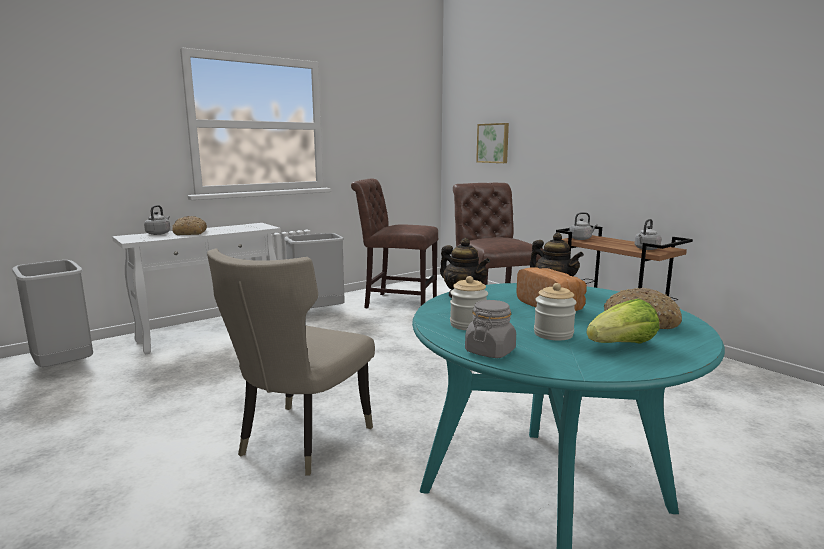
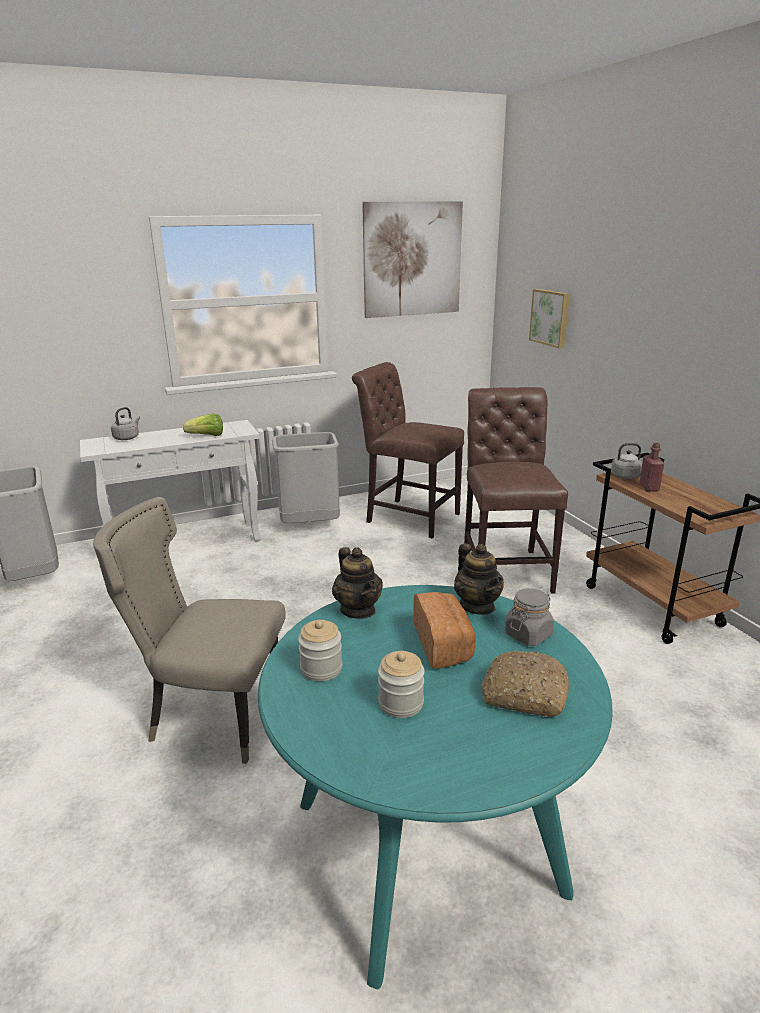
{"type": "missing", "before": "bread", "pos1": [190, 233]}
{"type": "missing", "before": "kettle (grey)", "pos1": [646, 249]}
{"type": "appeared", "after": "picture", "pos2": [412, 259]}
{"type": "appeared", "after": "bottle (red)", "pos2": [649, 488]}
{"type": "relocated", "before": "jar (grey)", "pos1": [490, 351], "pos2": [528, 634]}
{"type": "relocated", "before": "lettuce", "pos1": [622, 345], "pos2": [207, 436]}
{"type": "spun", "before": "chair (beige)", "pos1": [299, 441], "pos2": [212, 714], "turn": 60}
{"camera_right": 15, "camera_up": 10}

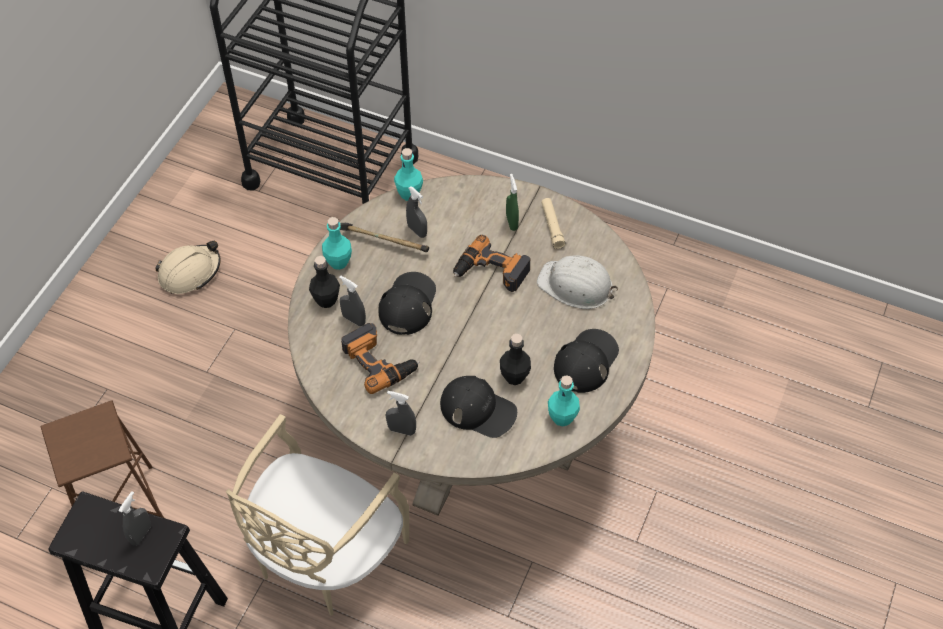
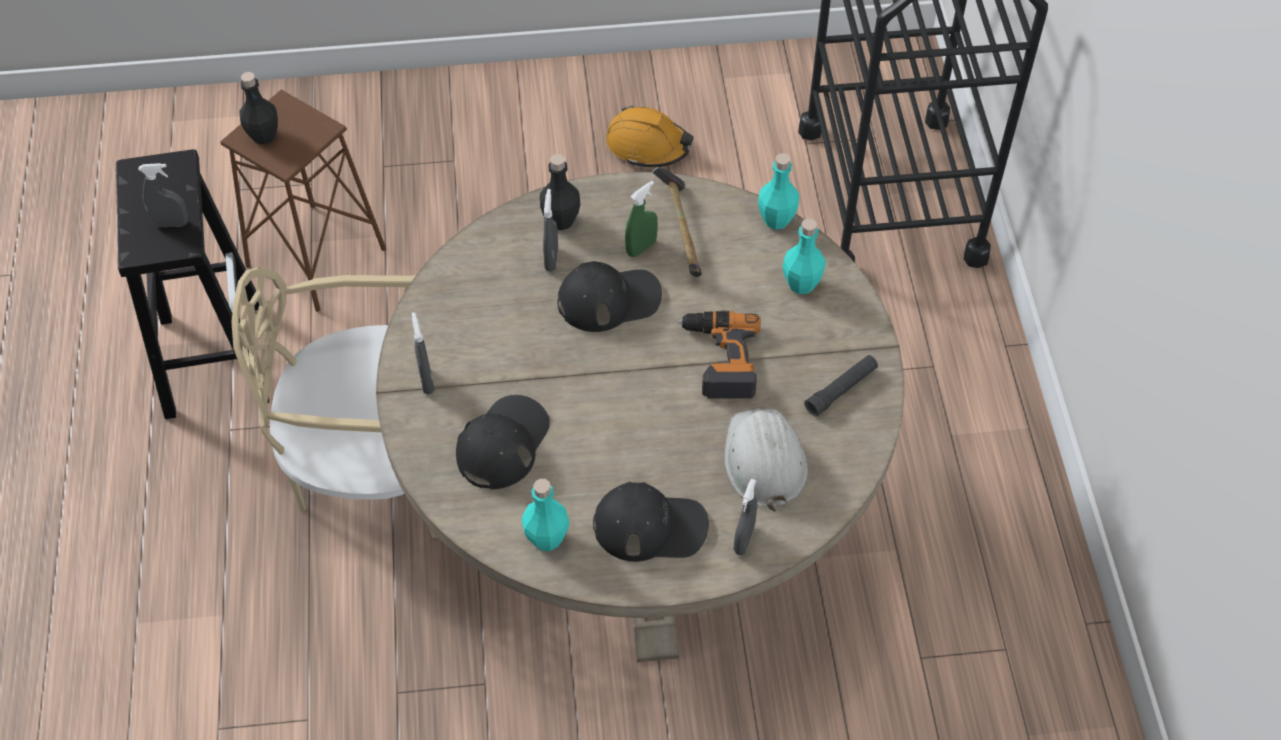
{"type": "missing", "before": "power drill", "pos1": [379, 361]}
{"type": "relocated", "before": "bottle (turquoise)", "pos1": [338, 262], "pos2": [801, 284]}
{"type": "relocated", "before": "spray bottle (grey)", "pos1": [417, 231], "pos2": [744, 540]}
{"type": "relocated", "before": "bottle (black)", "pos1": [514, 377], "pos2": [263, 136]}
{"type": "relocated", "before": "spray bottle (green)", "pos1": [511, 222], "pos2": [641, 247]}
{"type": "colour", "before": "hard hat (beige)", "after": "hard hat (orange)", "pos1": [190, 272], "pos2": [648, 145]}
{"type": "colour", "before": "flashlight (beige)", "after": "flashlight (black)", "pos1": [552, 226], "pos2": [841, 390]}
{"type": "spun", "before": "cap (black)", "pos1": [478, 409], "pos2": [503, 443], "turn": -150}
{"camera_right": 60, "camera_up": 0}

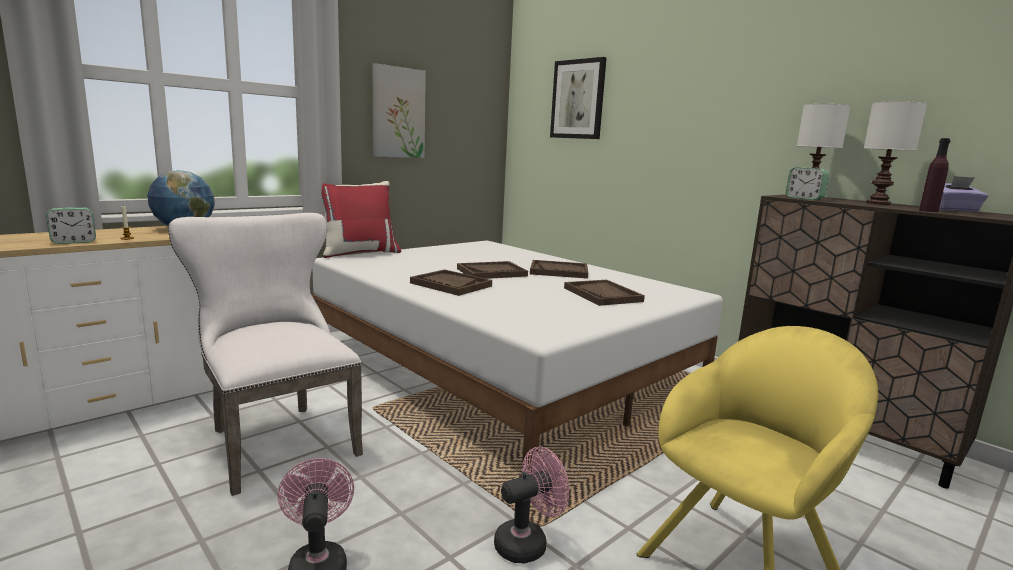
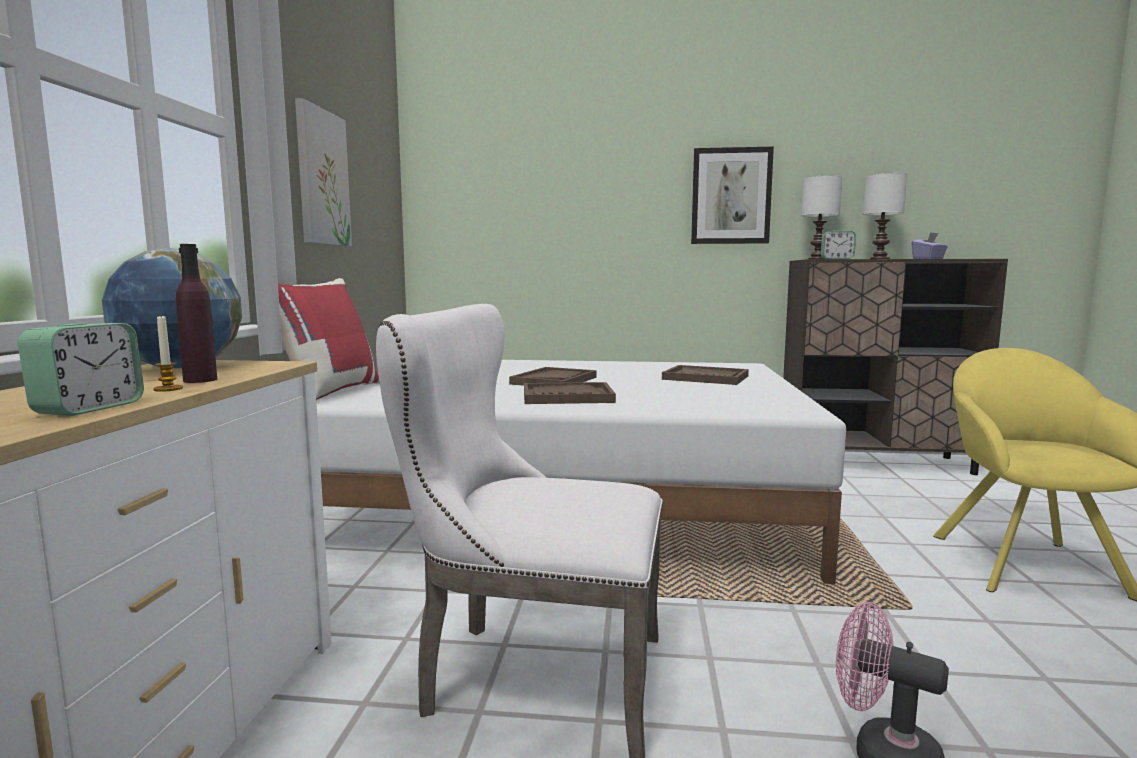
{"type": "missing", "before": "fan (pink)", "pos1": [527, 542]}
{"type": "missing", "before": "tray (brown)", "pos1": [559, 271]}
{"type": "relocated", "before": "picture", "pos1": [578, 99], "pos2": [731, 196]}
{"type": "relocated", "before": "bottle (purple)", "pos1": [928, 211], "pos2": [200, 380]}
{"camera_right": -40, "camera_up": -5}

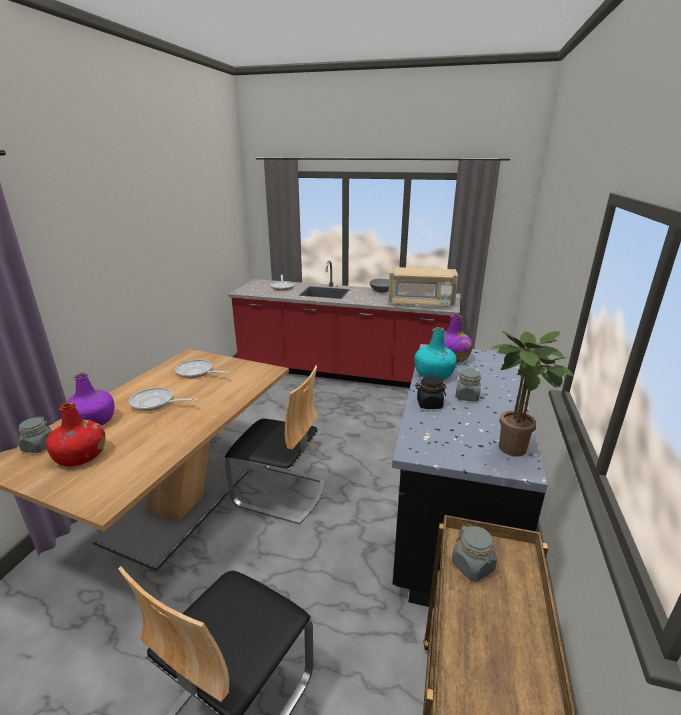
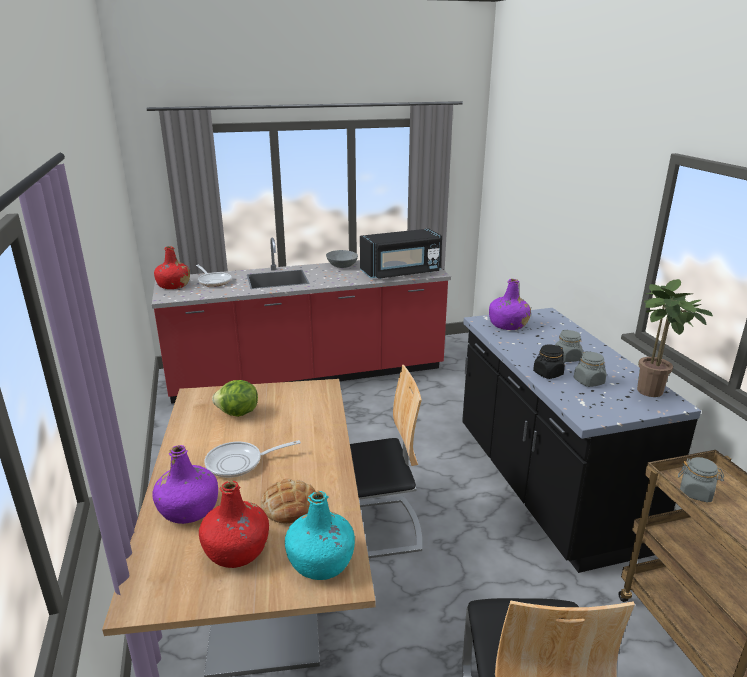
{"type": "appeared", "after": "bottle (red)", "pos2": [173, 285]}
{"type": "appeared", "after": "bread", "pos2": [289, 505]}
{"type": "relocated", "before": "jar (grey)", "pos1": [39, 446], "pos2": [589, 381]}
{"type": "relocated", "before": "bottle (turquoise)", "pos1": [434, 374], "pos2": [321, 561]}
{"type": "exchanged", "before": "frying pan", "after": "lettuce", "pos1": [197, 372], "pos2": [238, 413]}
{"type": "colour", "before": "microwave (beige)", "after": "microwave (black)", "pos1": [420, 303], "pos2": [401, 273]}
{"camera_right": -30, "camera_up": 0}

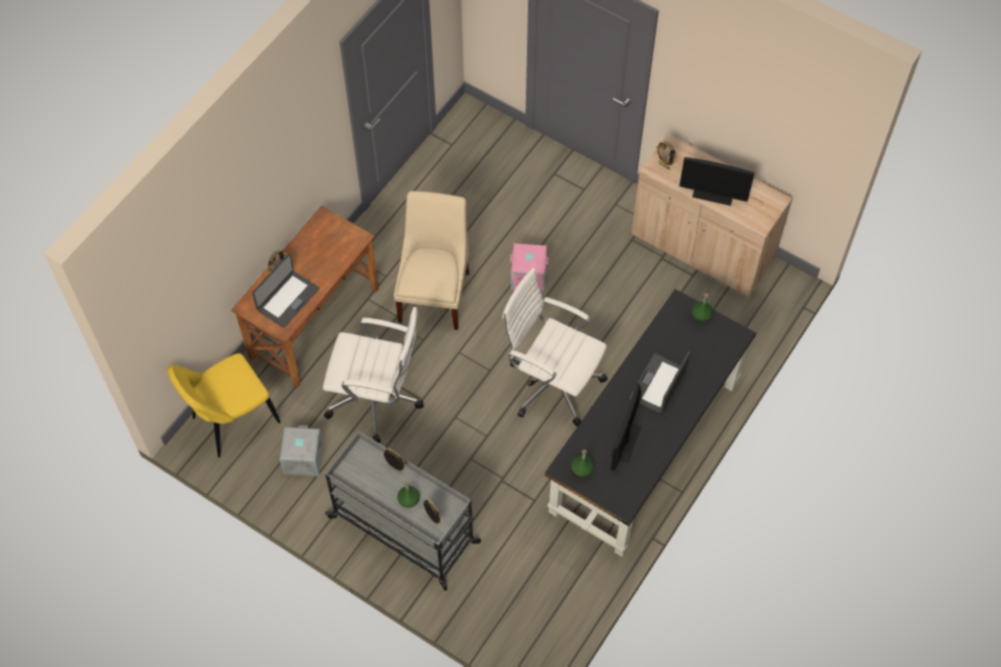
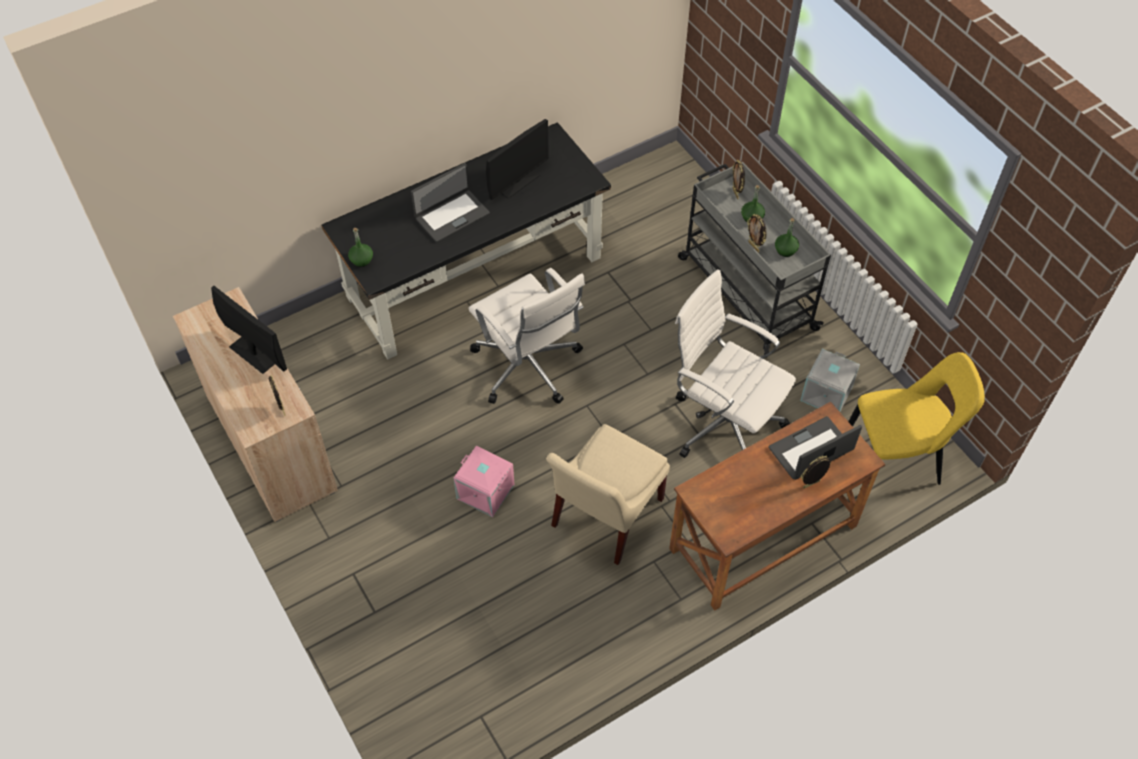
{"type": "relocated", "before": "bottle (green)", "pos1": [582, 469], "pos2": [785, 250]}
{"camera_right": -155, "camera_up": -5}

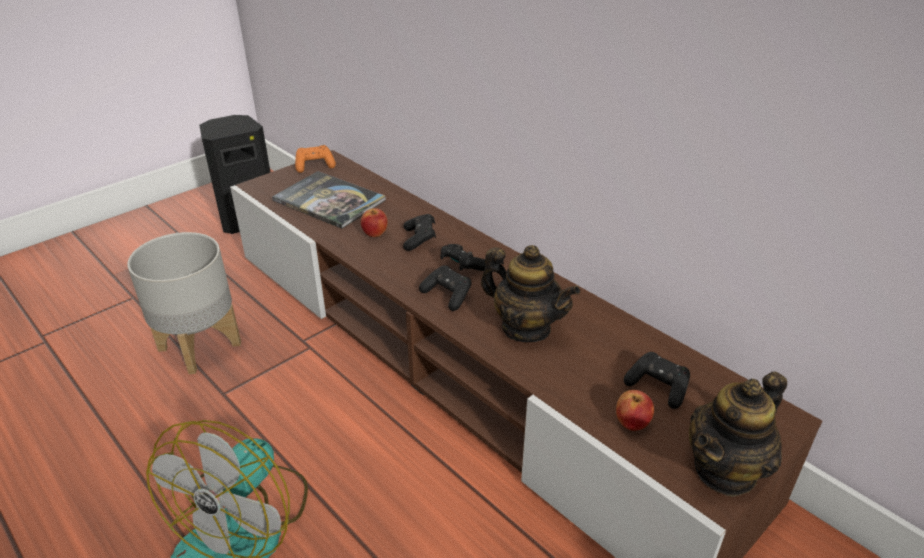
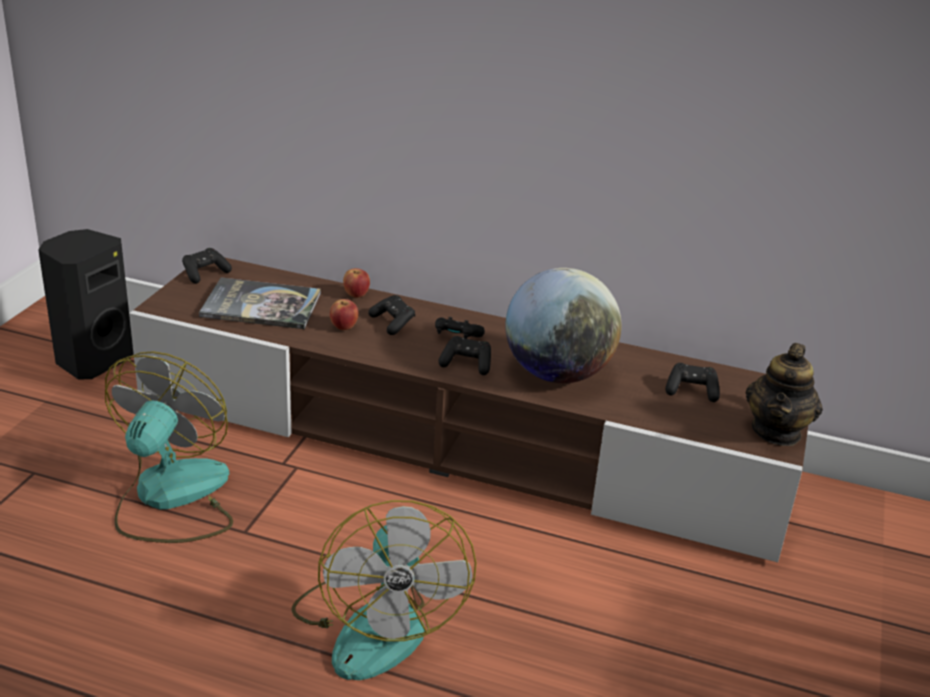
{"type": "relocated", "before": "apple", "pos1": [632, 423], "pos2": [356, 295]}
{"type": "exchanged", "before": "planter (grey)", "after": "fan", "pos1": [199, 346], "pos2": [171, 498]}
{"type": "exchanged", "before": "teapot", "after": "globe", "pos1": [526, 328], "pos2": [557, 374]}
{"type": "colour", "before": "game controller (orange)", "after": "game controller (black)", "pos1": [315, 166], "pos2": [205, 273]}
{"camera_right": -30, "camera_up": -5}

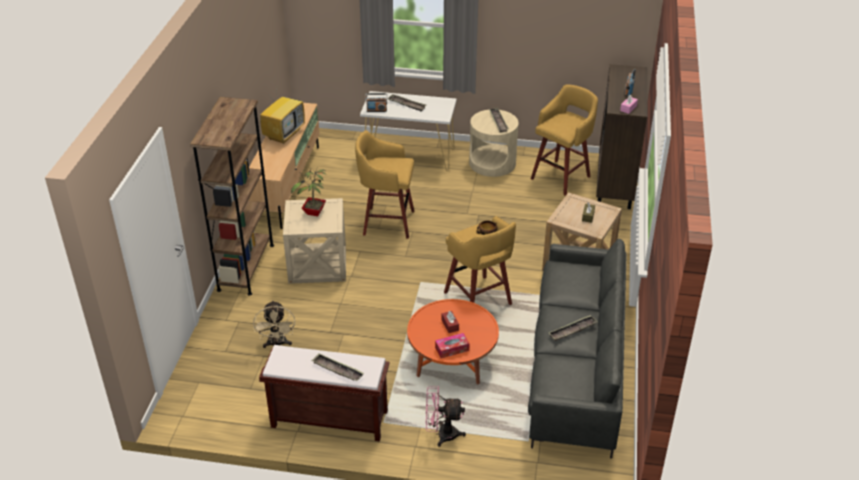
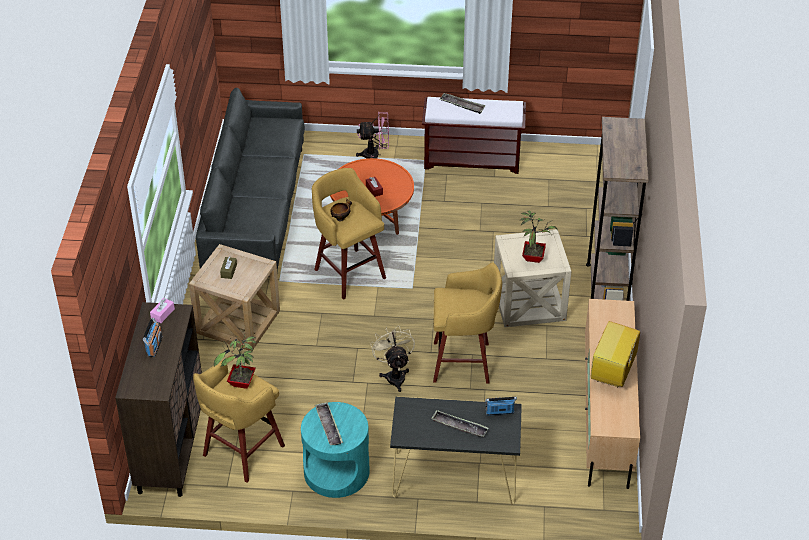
{"type": "missing", "before": "tissue box", "pos1": [452, 349]}
{"type": "missing", "before": "tray", "pos1": [572, 330]}
{"type": "appeared", "after": "potted plant", "pos2": [241, 384]}
{"type": "relocated", "before": "fan (beige)", "pos1": [277, 344], "pos2": [394, 375]}
{"type": "colour", "before": "console table (white)", "after": "console table (black)", "pos1": [409, 156], "pos2": [454, 478]}
{"type": "colour", "before": "side table (beige)", "after": "side table (turquoise)", "pos1": [492, 163], "pos2": [336, 471]}
{"camera_right": 175, "camera_up": 5}

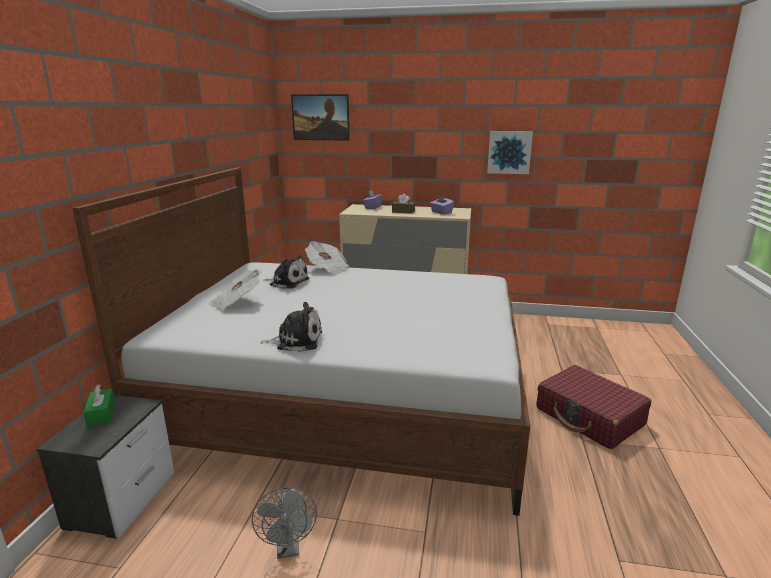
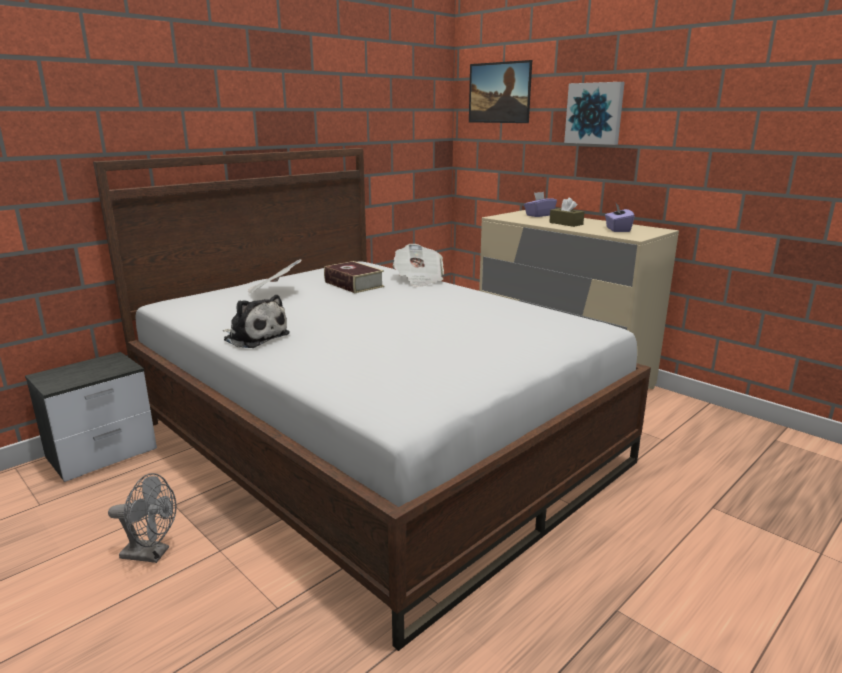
{"type": "missing", "before": "tissue box (green)", "pos1": [101, 414]}
{"type": "missing", "before": "suitcase (red)", "pos1": [589, 417]}
{"type": "relocated", "before": "picture", "pos1": [509, 152], "pos2": [594, 113]}
{"type": "exchanged", "before": "plush toy", "after": "book", "pos1": [287, 282], "pos2": [354, 284]}
{"type": "spun", "before": "fan (grey)", "pos1": [288, 548], "pos2": [152, 554], "turn": -105}
{"camera_right": 35, "camera_up": 0}

